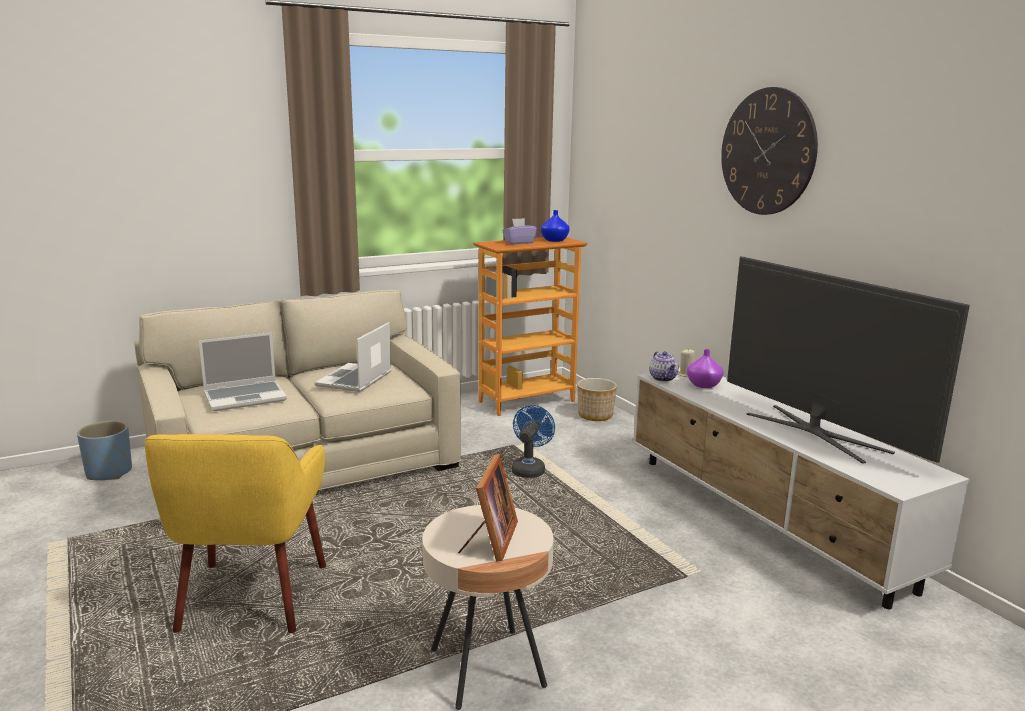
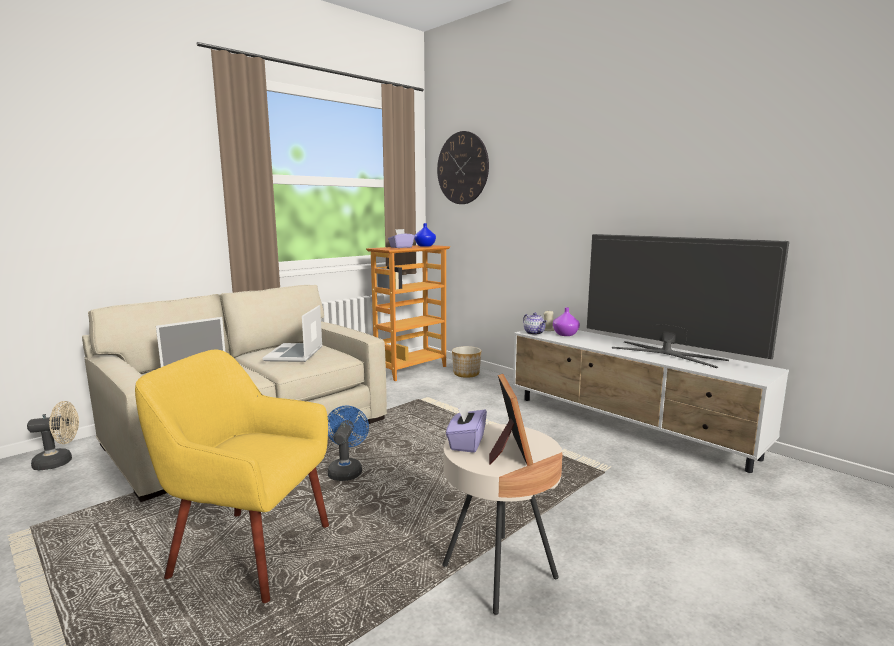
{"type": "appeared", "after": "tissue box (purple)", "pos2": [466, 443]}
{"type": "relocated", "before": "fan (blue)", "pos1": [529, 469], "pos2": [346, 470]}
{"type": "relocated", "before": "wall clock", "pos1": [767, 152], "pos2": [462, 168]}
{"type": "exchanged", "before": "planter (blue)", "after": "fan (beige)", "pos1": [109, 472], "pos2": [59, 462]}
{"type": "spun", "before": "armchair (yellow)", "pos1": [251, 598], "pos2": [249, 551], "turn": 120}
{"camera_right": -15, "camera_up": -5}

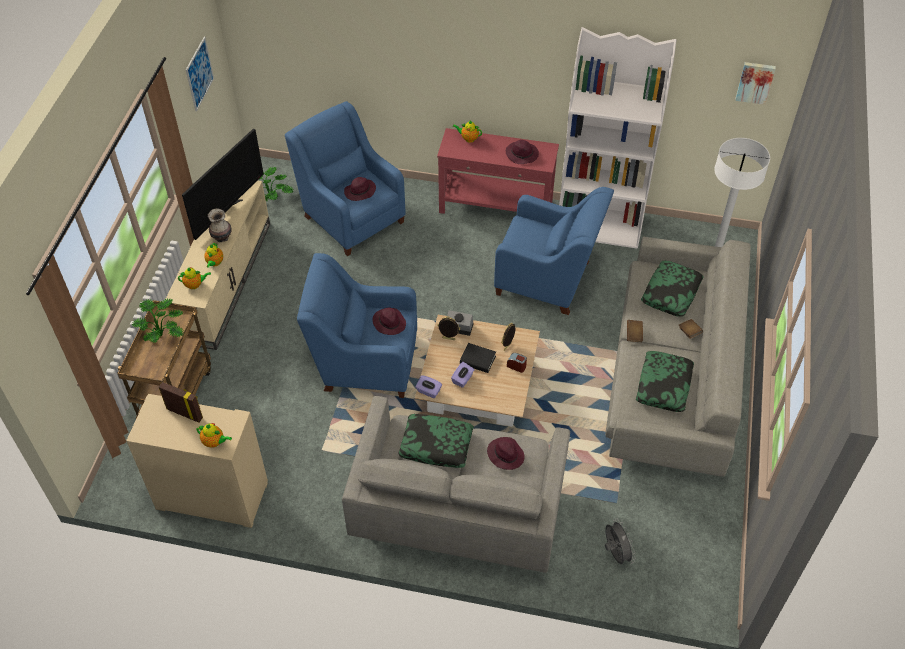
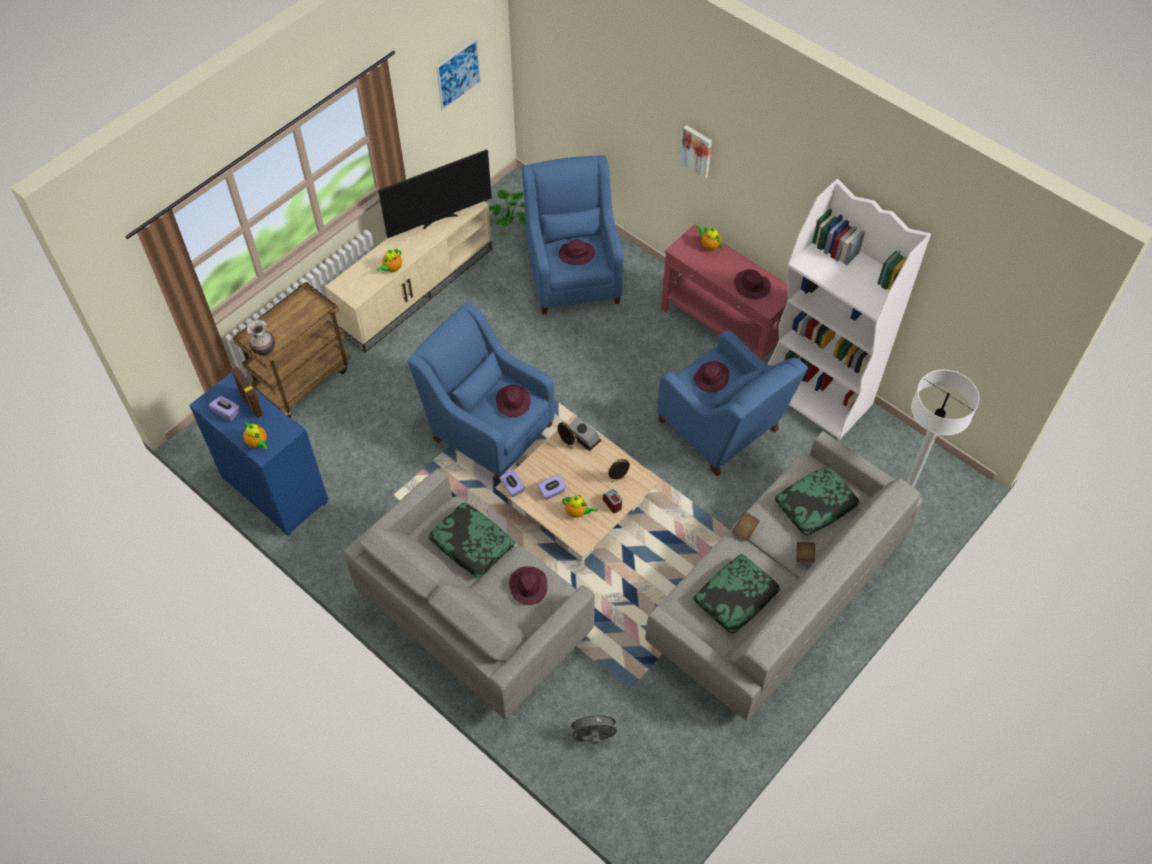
{"type": "missing", "before": "potted plant", "pos1": [163, 333]}
{"type": "missing", "before": "book (black)", "pos1": [477, 360]}
{"type": "appeared", "after": "tissue box (purple)", "pos2": [227, 413]}
{"type": "appeared", "after": "hat (purple)", "pos2": [711, 379]}
{"type": "relocated", "before": "teapot", "pos1": [195, 285], "pos2": [577, 512]}
{"type": "relocated", "before": "vase", "pos1": [222, 237], "pos2": [265, 350]}
{"type": "relocated", "before": "picture", "pos1": [755, 82], "pos2": [697, 150]}
{"type": "colour", "before": "cabinet (beige)", "after": "cabinet (blue)", "pos1": [211, 496], "pos2": [273, 489]}
{"type": "spun", "before": "fan (grey)", "pos1": [615, 553], "pos2": [593, 737], "turn": -105}
{"camera_right": 30, "camera_up": 5}

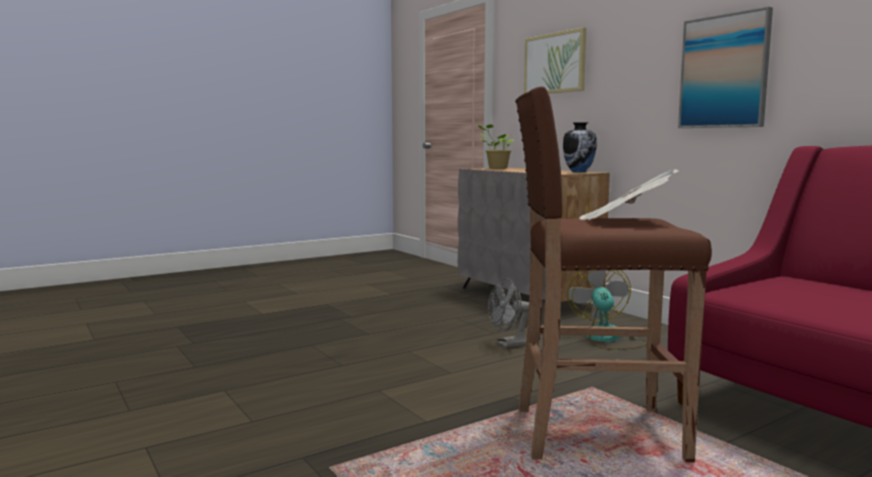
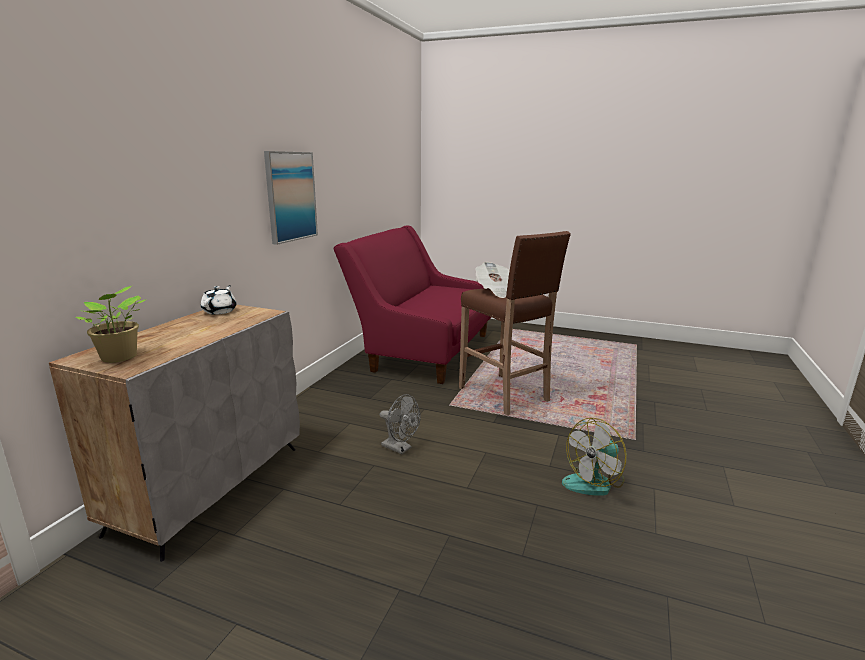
{"type": "missing", "before": "picture", "pos1": [555, 63]}
{"type": "relocated", "before": "fan", "pos1": [608, 339], "pos2": [594, 481]}
{"type": "exchanged", "before": "vase", "after": "teapot (white)", "pos1": [579, 171], "pos2": [220, 311]}
{"camera_right": -125, "camera_up": 10}

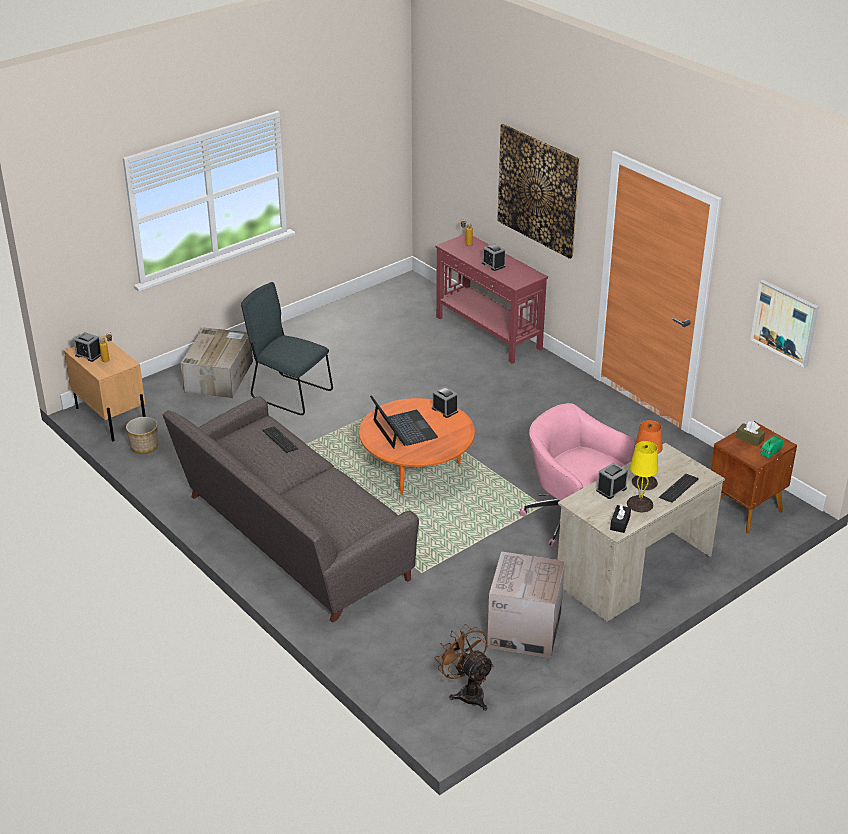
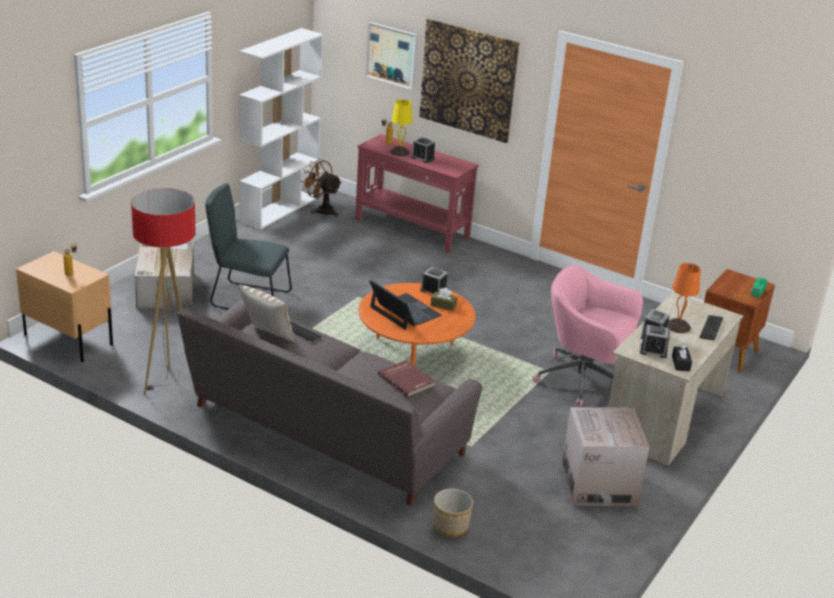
{"type": "appeared", "after": "floor lamp", "pos2": [169, 385]}
{"type": "appeared", "after": "bookcase (white)", "pos2": [279, 209]}
{"type": "appeared", "after": "pillow", "pos2": [266, 337]}
{"type": "appeared", "after": "book (red)", "pos2": [407, 380]}
{"type": "relocated", "before": "alarm clock", "pos1": [88, 355], "pos2": [653, 351]}
{"type": "relocated", "before": "planter", "pos1": [144, 446], "pos2": [450, 526]}
{"type": "relocated", "before": "fan (brown)", "pos1": [467, 692], "pos2": [321, 210]}
{"type": "relocated", "before": "table lamp (yellow)", "pos1": [640, 504], "pos2": [400, 152]}
{"type": "relocated", "before": "tissue box (brown)", "pos1": [749, 439], "pos2": [443, 305]}
{"type": "relocated", "before": "picture", "pos1": [785, 322], "pos2": [392, 55]}
{"camera_right": -20, "camera_up": -5}

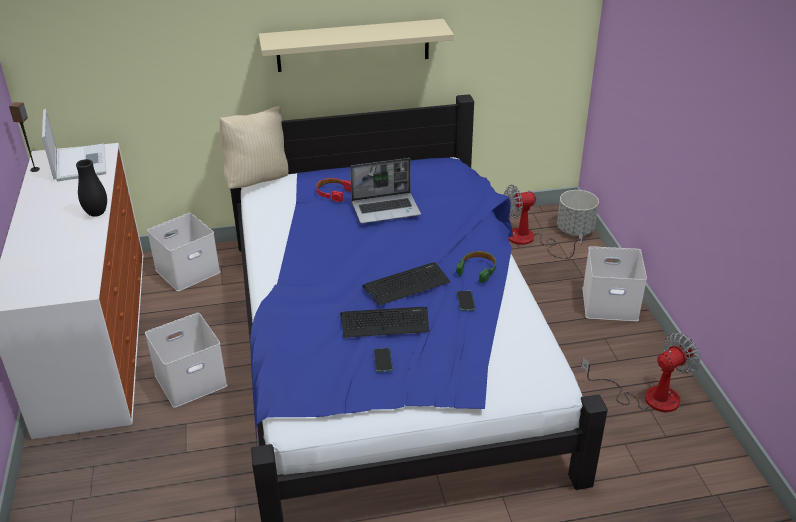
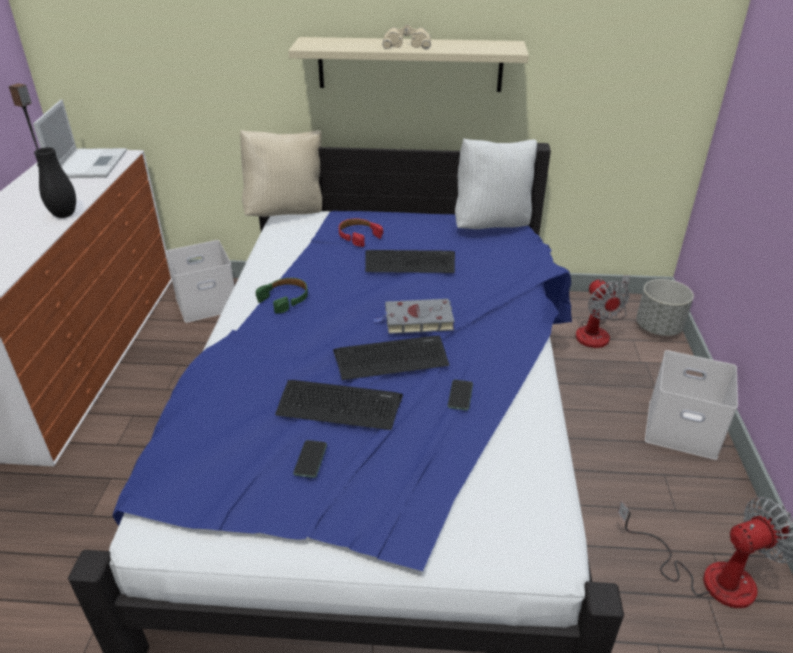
{"type": "missing", "before": "storage box (white)", "pos1": [191, 379]}
{"type": "appeared", "after": "book (grey)", "pos2": [416, 320]}
{"type": "appeared", "after": "binoculars (beige)", "pos2": [407, 44]}
{"type": "appeared", "after": "pillow (white)", "pos2": [492, 225]}
{"type": "relocated", "before": "headphones (green)", "pos1": [477, 270], "pos2": [285, 299]}
{"type": "exchanged", "before": "laptop", "after": "keyboard", "pos1": [386, 209], "pos2": [410, 262]}
{"type": "spun", "before": "fan", "pos1": [529, 240], "pos2": [597, 331], "turn": -105}
{"camera_right": 15, "camera_up": 0}

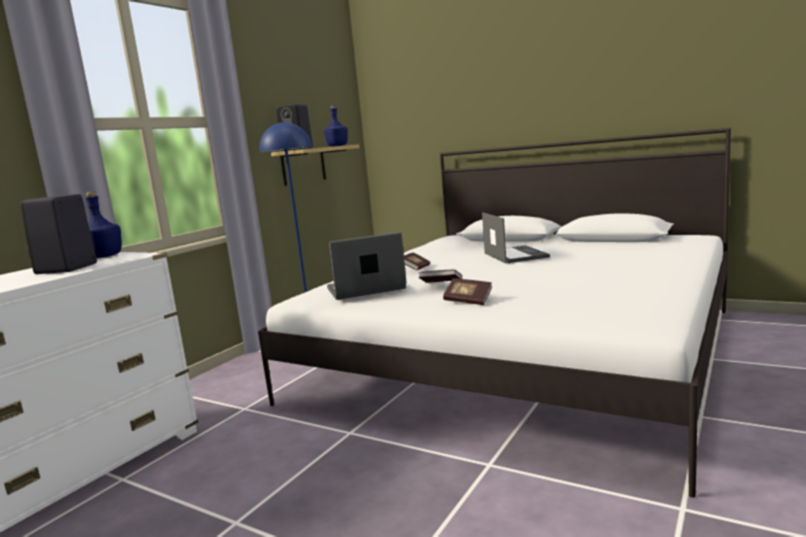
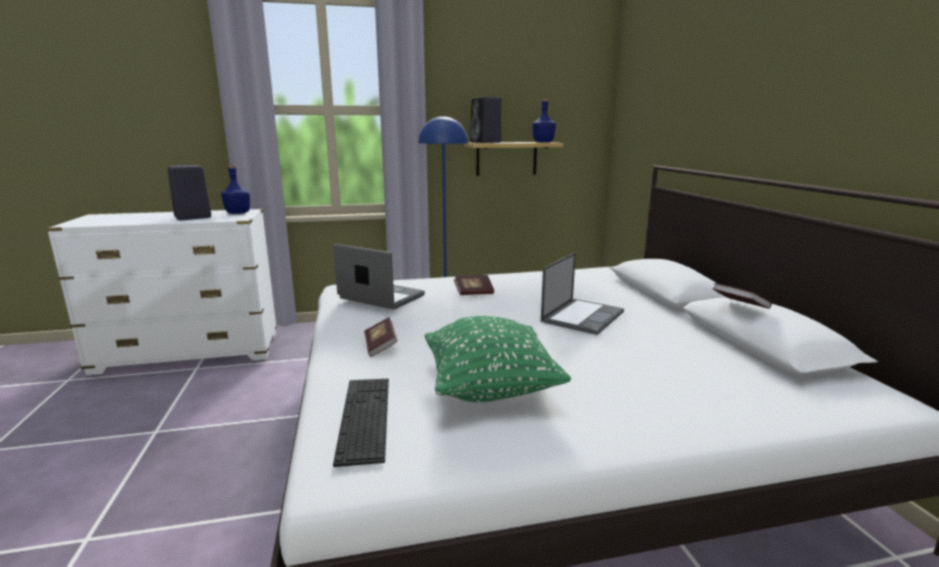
{"type": "appeared", "after": "keyboard", "pos2": [365, 417]}
{"type": "appeared", "after": "pillow (green)", "pos2": [490, 388]}
{"type": "relocated", "before": "book", "pos1": [441, 285], "pos2": [739, 306]}
{"camera_right": 45, "camera_up": 5}

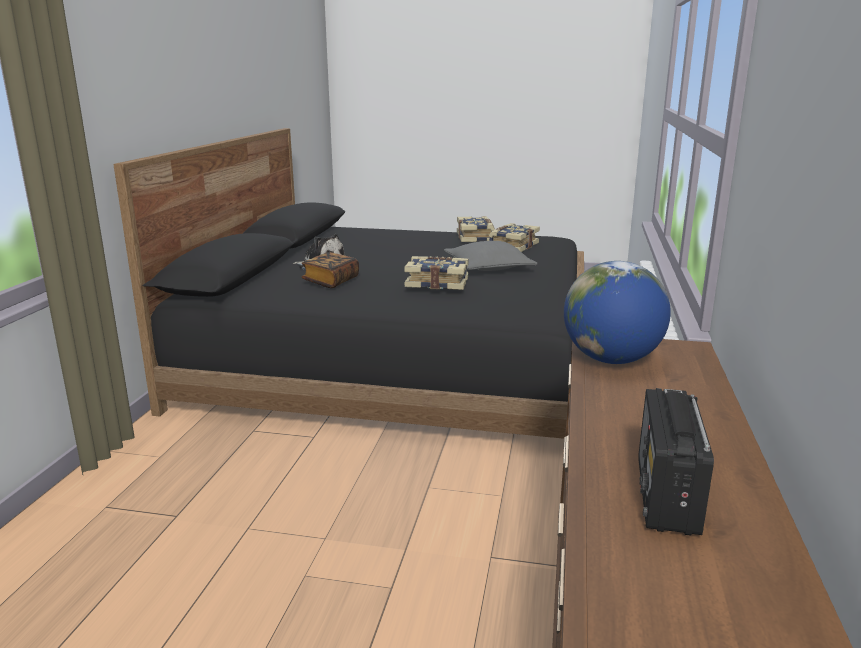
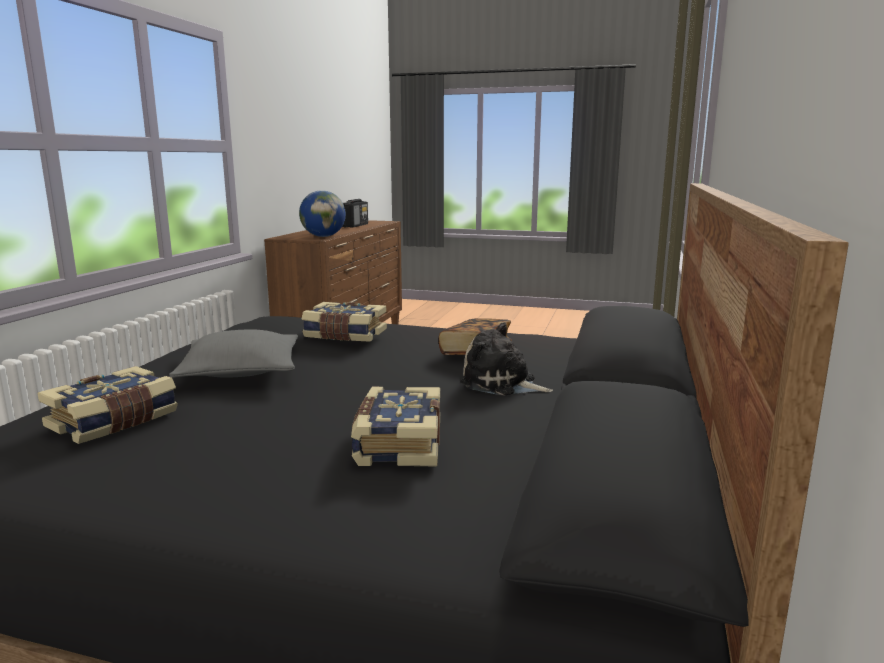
{"type": "relocated", "before": "book", "pos1": [476, 237], "pos2": [397, 444]}
{"camera_right": -175, "camera_up": -5}

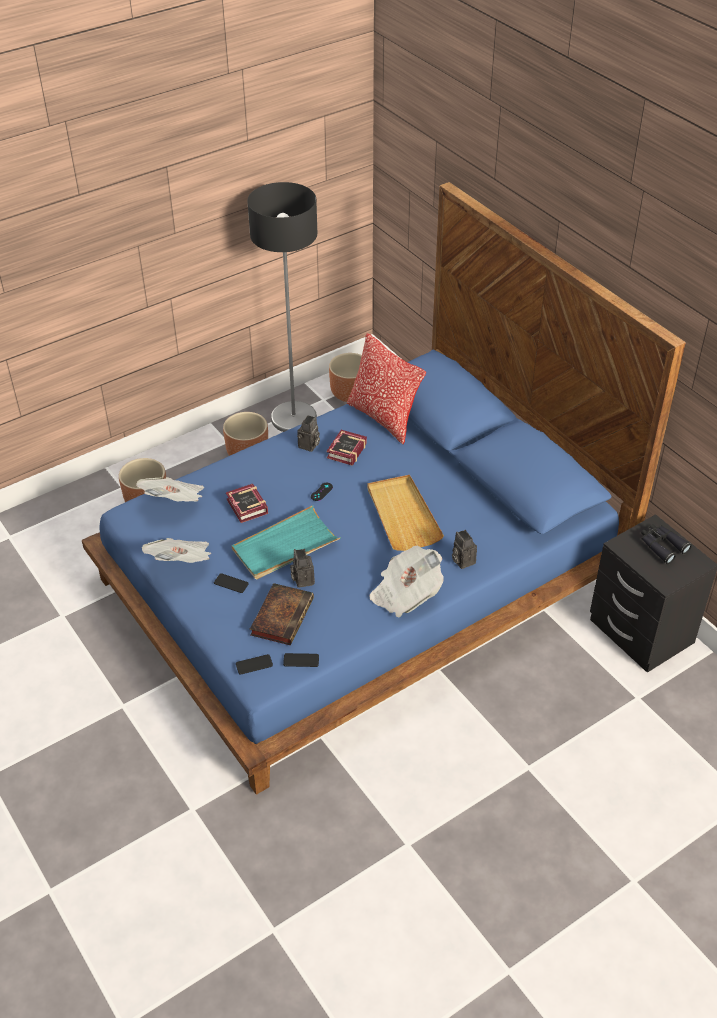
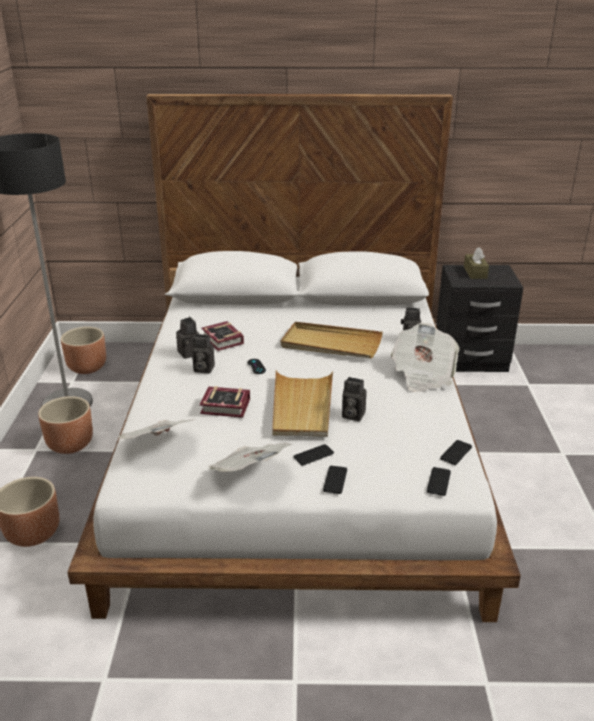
{"type": "missing", "before": "book", "pos1": [282, 615]}
{"type": "missing", "before": "pillow", "pos1": [383, 418]}
{"type": "appeared", "after": "photo camera", "pos2": [202, 369]}
{"type": "appeared", "after": "phone", "pos2": [335, 480]}
{"type": "exchanged", "before": "binoculars (black)", "after": "tissue box (brown)", "pos1": [661, 546], "pos2": [475, 272]}
{"type": "colour", "before": "bed (blue)", "after": "bed (white)", "pos1": [360, 583], "pos2": [298, 450]}
{"type": "colour", "before": "tray (turquoise)", "after": "tray (beige)", "pos1": [285, 546], "pos2": [302, 407]}
{"camera_right": -55, "camera_up": -15}

